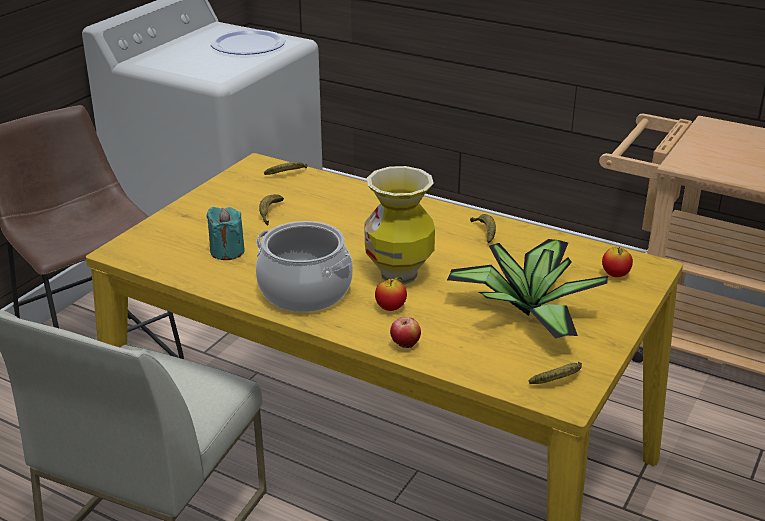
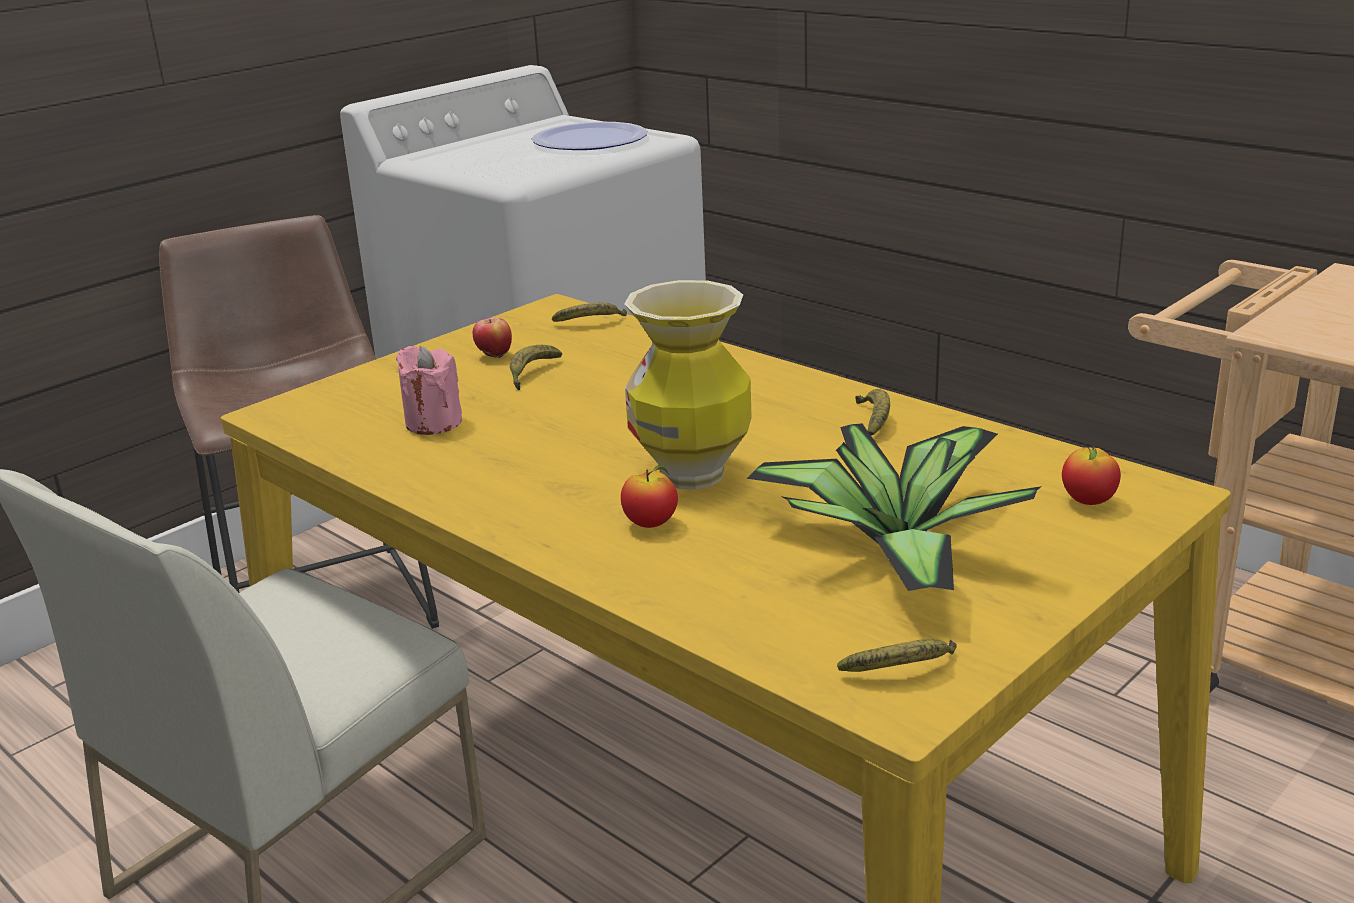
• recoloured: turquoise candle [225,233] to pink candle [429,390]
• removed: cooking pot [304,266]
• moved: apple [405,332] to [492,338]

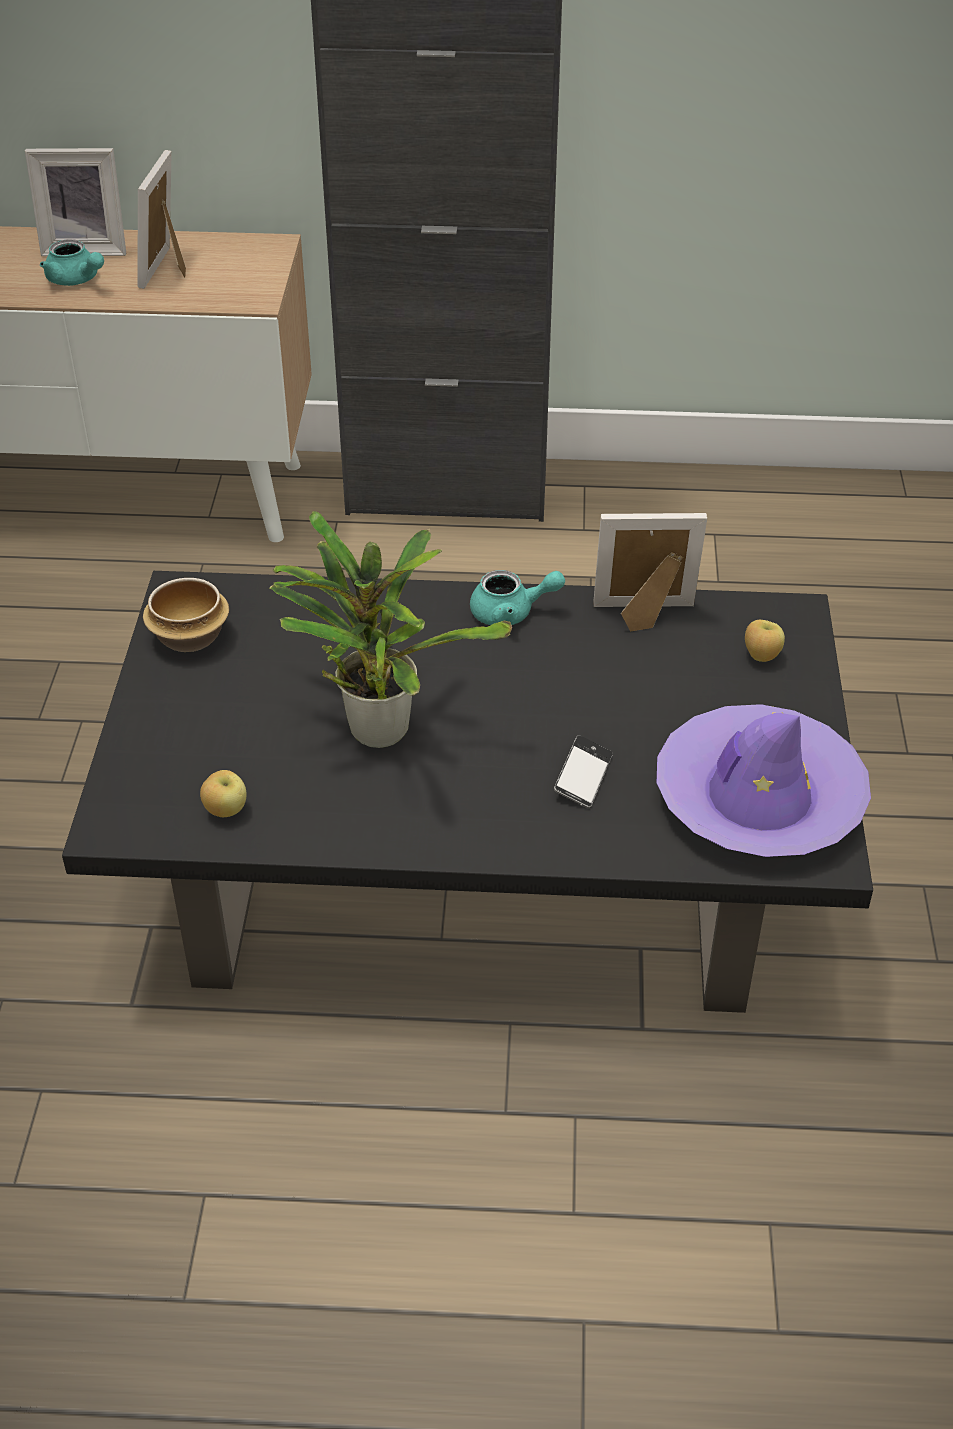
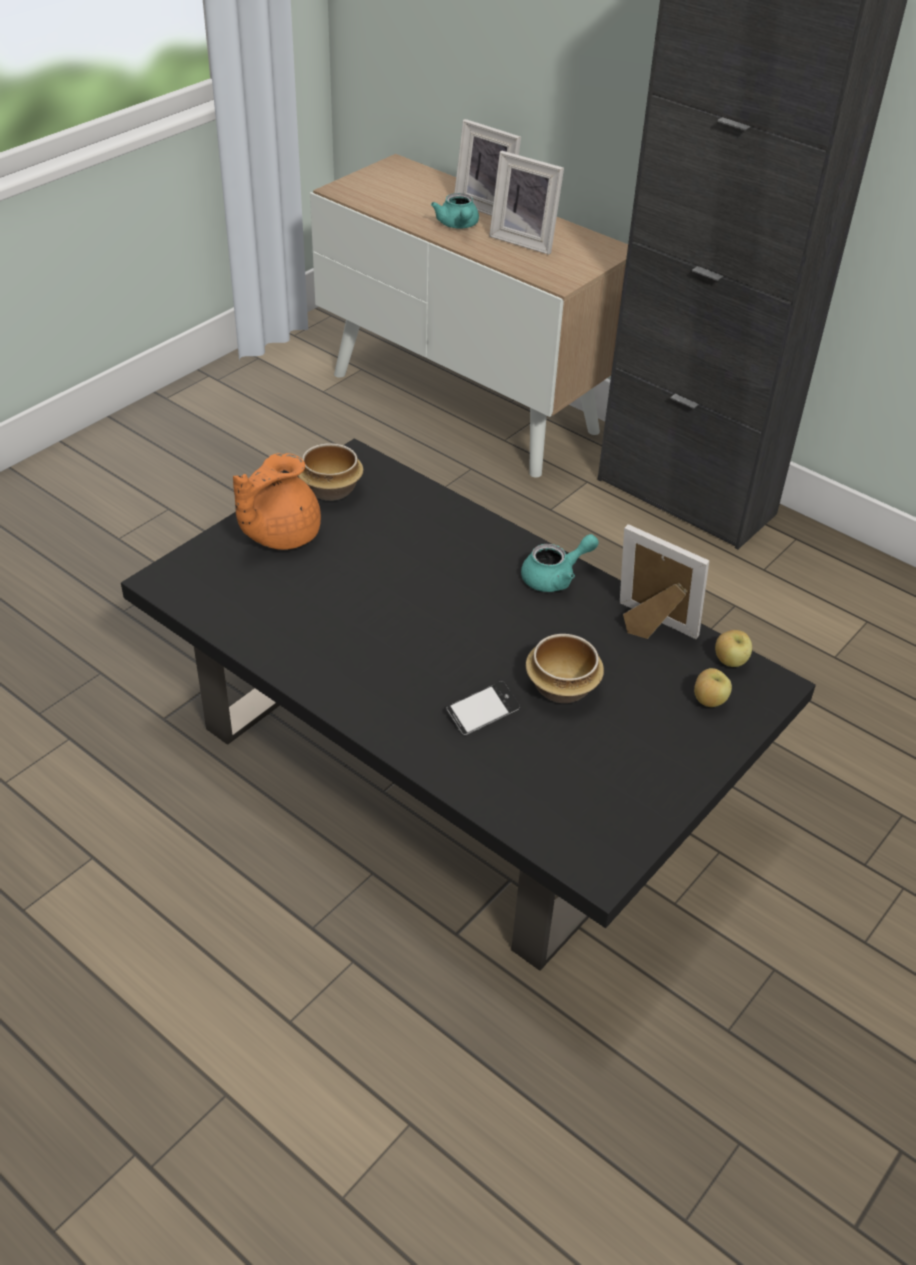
• turned: picture frame [161,219] = [526,203] 105 degrees counterclockwise
• removed: potted plant [390,629]
• turned: turquoise teapot [517,597] = [560,563] 60 degrees counterclockwise
• removed: purple hat [764,780]
• moved: apple [223,793] to [733,648]
• added: orange teapot [277,501]
• added: bowl [565,668]

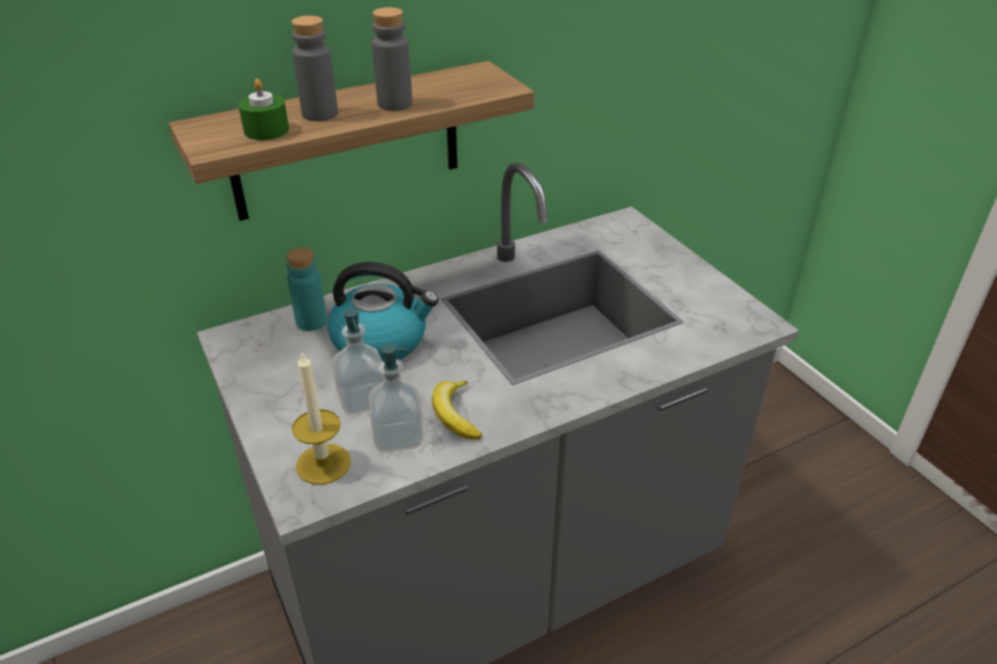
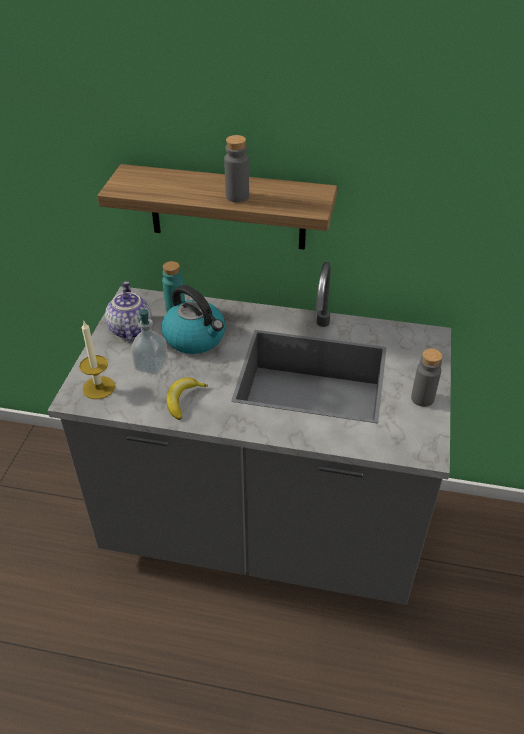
• moved: grey bottle [314,68] to [426,378]
• removed: green candle [263,109]
• removed: soap dispenser [396,397]
• added: teapot [128,311]

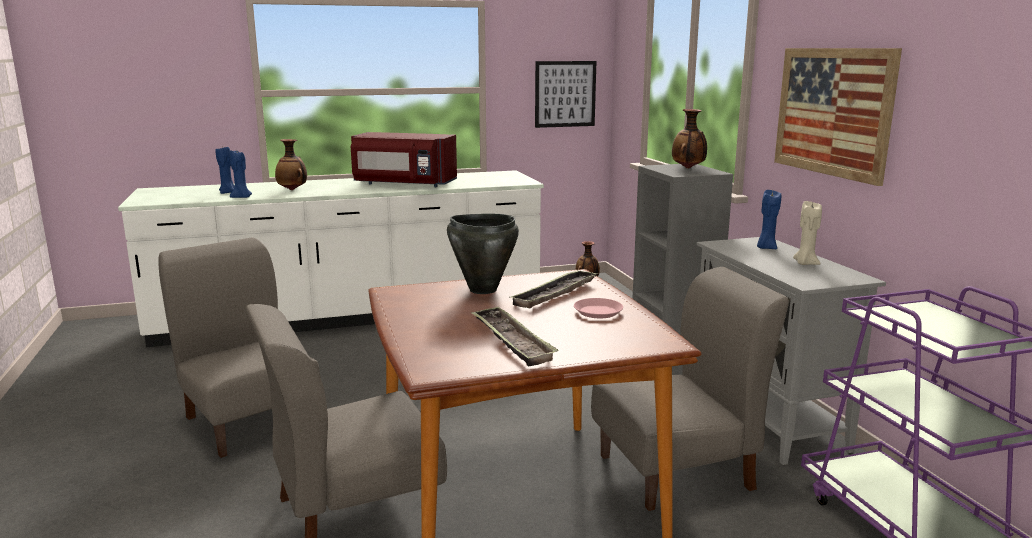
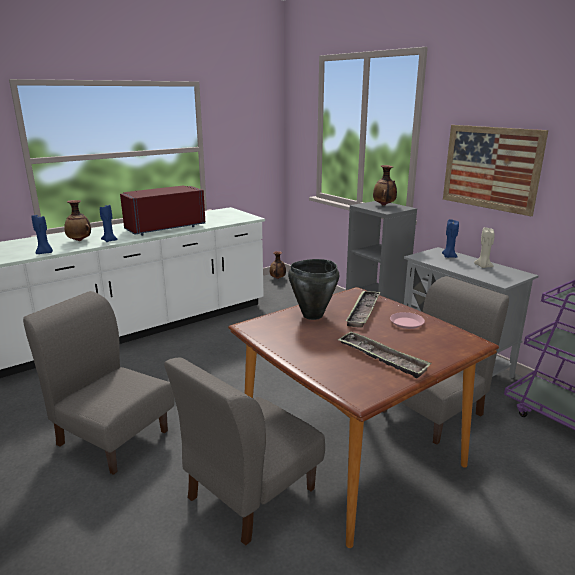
• removed: picture [566,94]
• turned: red microwave [404,159] = [162,210] 150 degrees clockwise
• moved: blue candle [224,170] to [109,223]

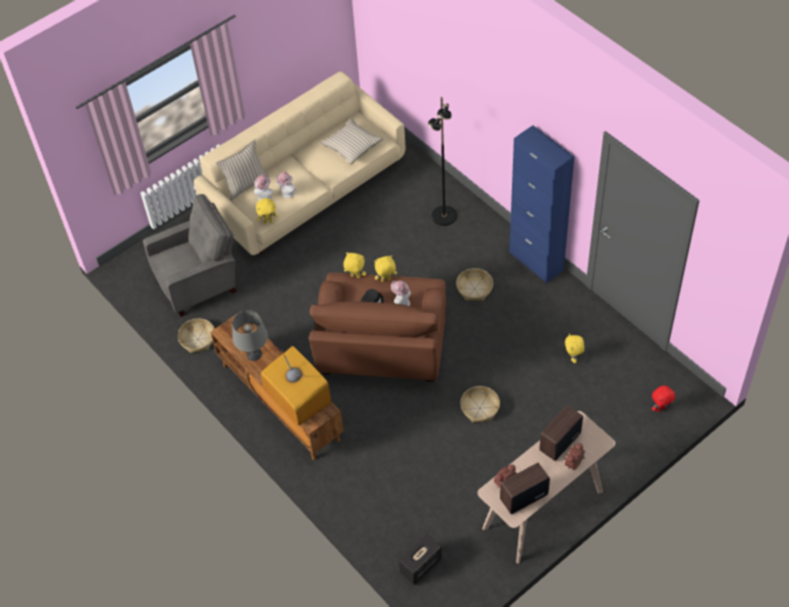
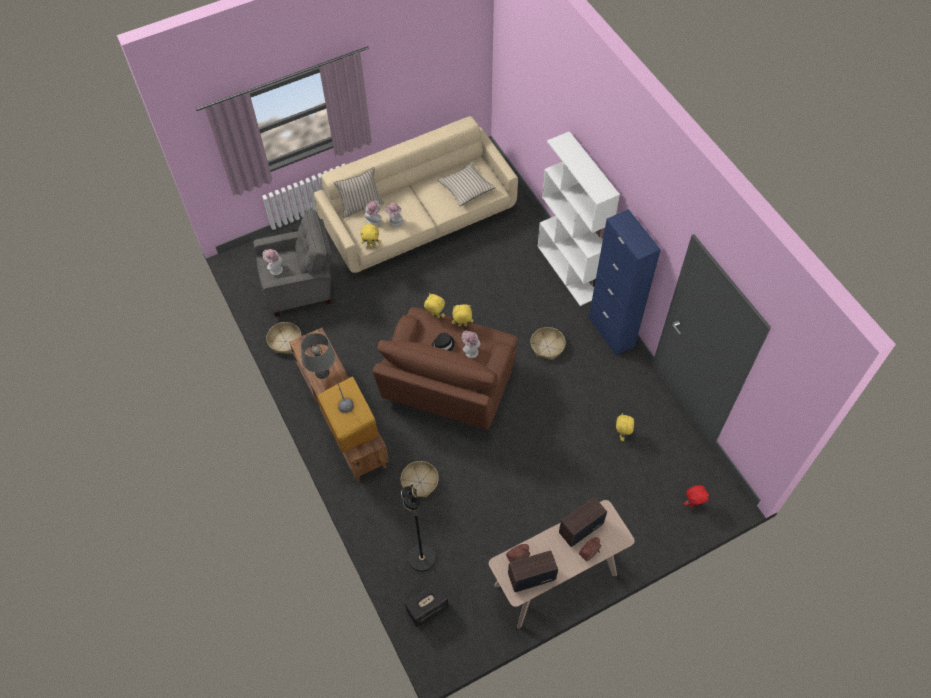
• moved: black floor lamp [442,161] to [418,527]
• moved: basket [480,404] to [420,479]
• added: white bookcase [579,218]
• added: hat [273,262]

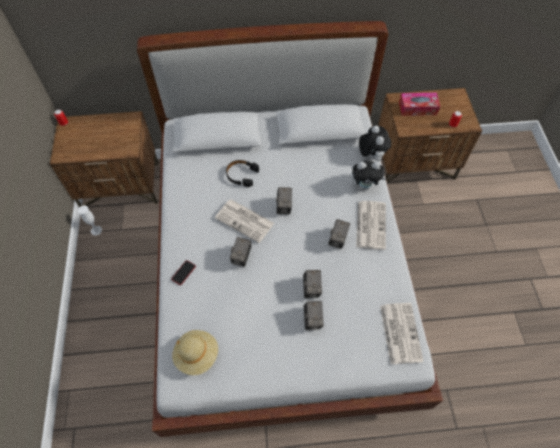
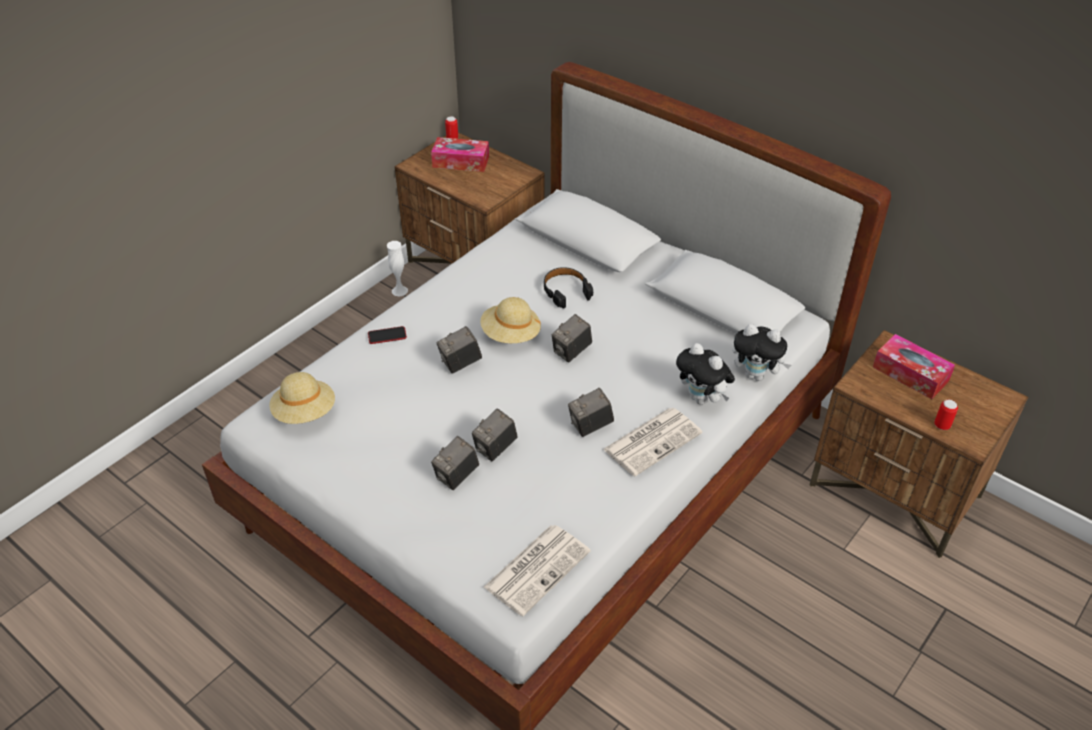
• turned: plush toy [375,143] = [761,352] 75 degrees clockwise
• replaced: newspaper [244,221] to beige hat [510,320]
• added: tissue box [460,154]

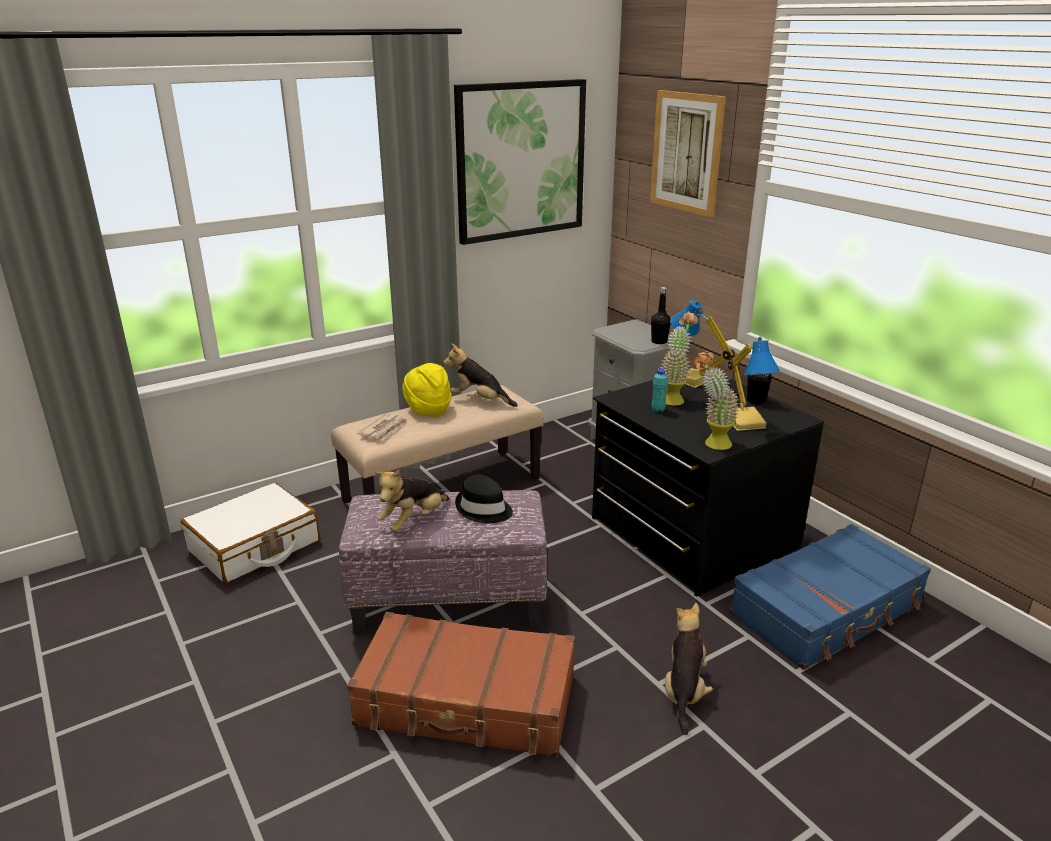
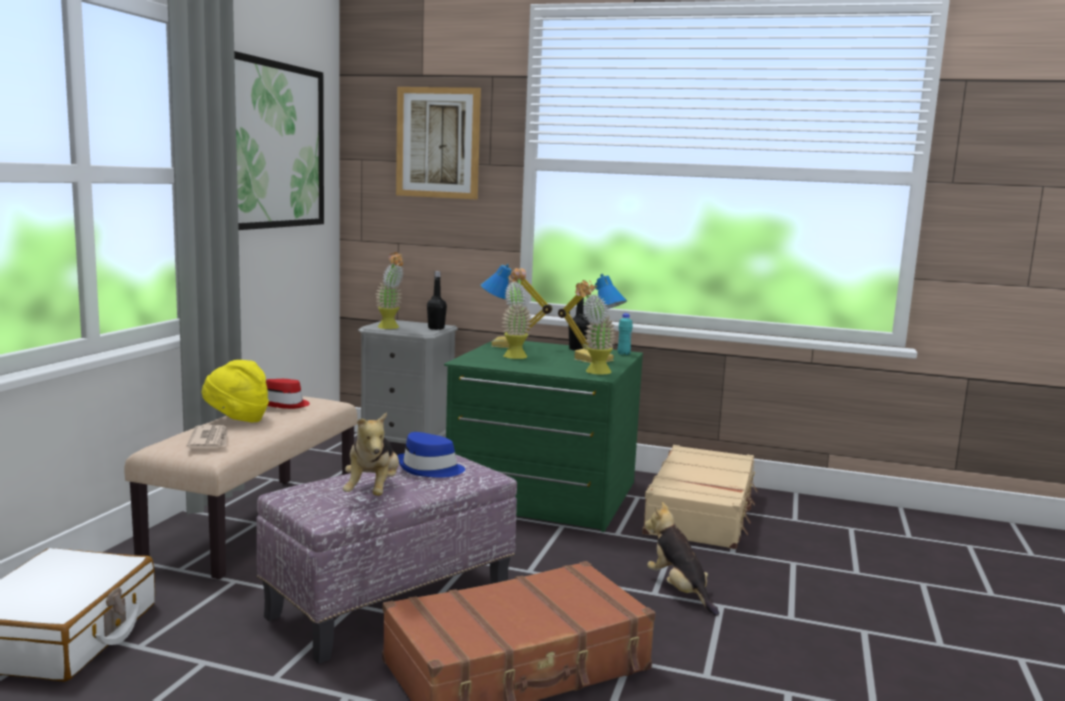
• replaced: plush toy [480,375] to red hat [288,394]
• recoloured: black dresser [708,482] to green dresser [543,436]
• moved: turquoise bottle [660,390] to [625,334]
• recoloured: black hat [484,498] to blue hat [431,455]
• recoloured: blue suitcase [830,597] to beige suitcase [700,497]
• added: potted plant [389,290]

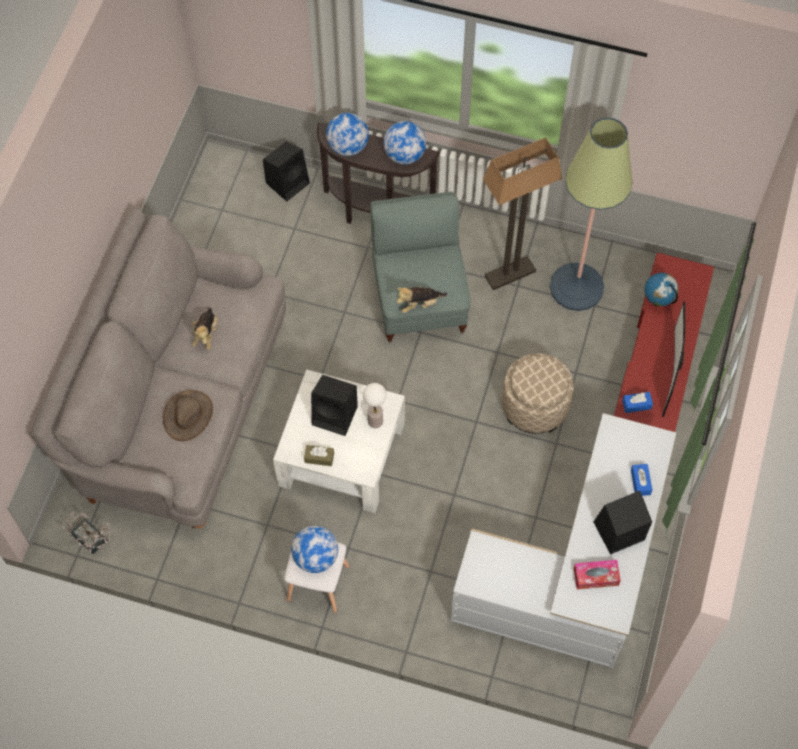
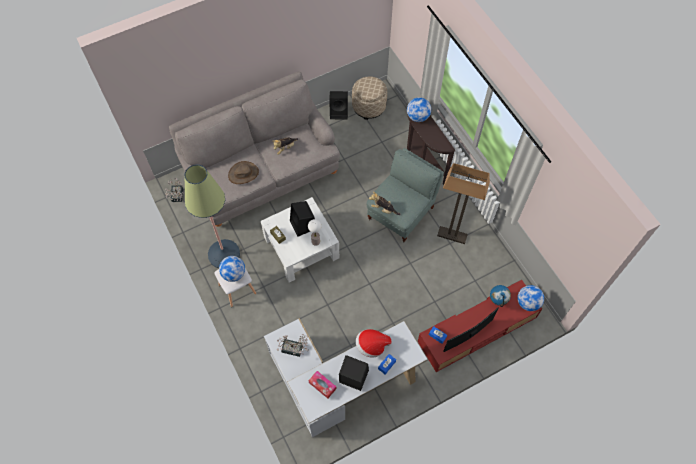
• moved: floor lamp [591,214] to [212,216]
• moved: globe [405,142] to [530,298]
• moved: black speaker [286,171] to [338,105]
• moved: beige ottoman [538,394] to [369,98]
• added: hat [374,343]
• added: potted plant [293,345]

